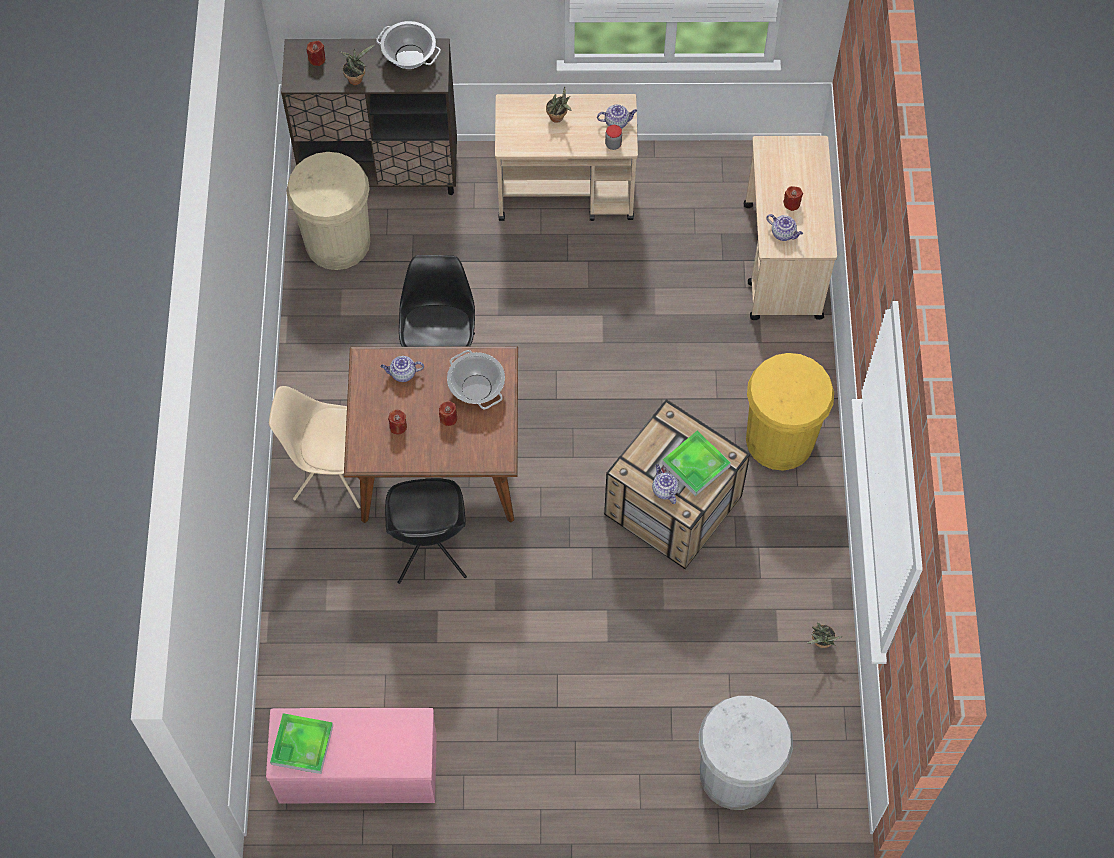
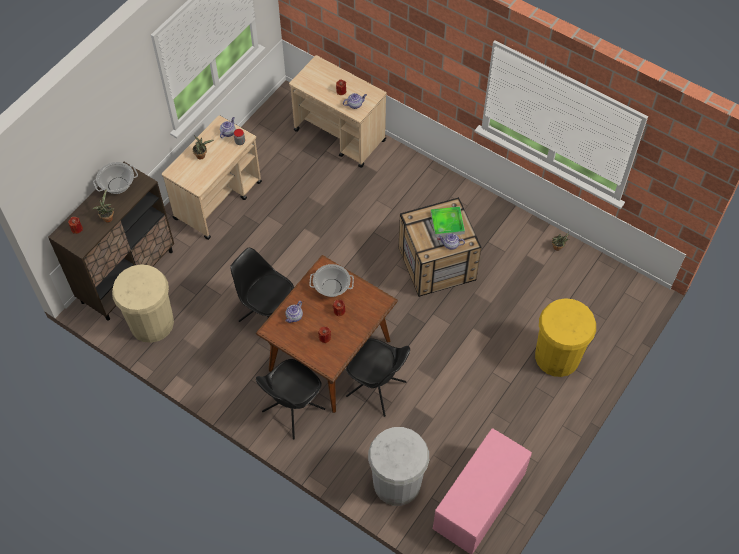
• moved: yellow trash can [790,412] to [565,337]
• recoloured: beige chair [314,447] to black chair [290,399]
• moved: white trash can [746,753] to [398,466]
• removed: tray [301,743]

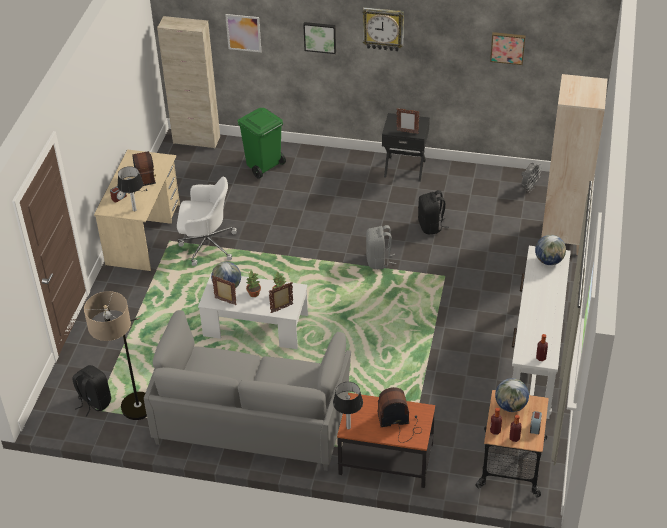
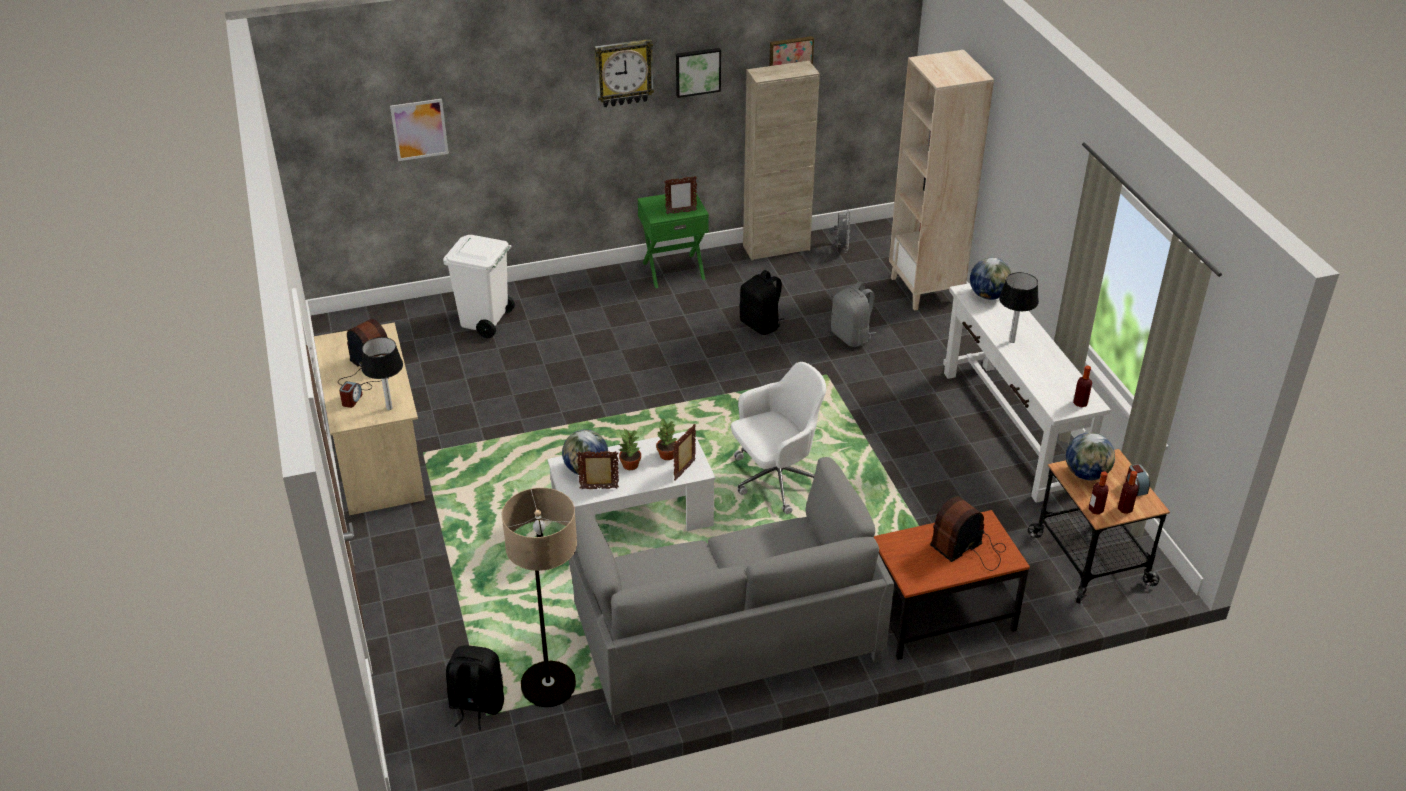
• moved: beige cabinet [188,82] to [781,160]
• moved: picture [319,38] to [698,73]
• recoloured: green trash can [262,143] to white trash can [479,286]
• recoloured: black nightstand [406,147] to green nightstand [673,240]
• moved: white office chair [207,221] to [778,438]
• moved: grey backpack [381,247] to [853,314]
• moved: table lamp [348,405] to [1019,307]

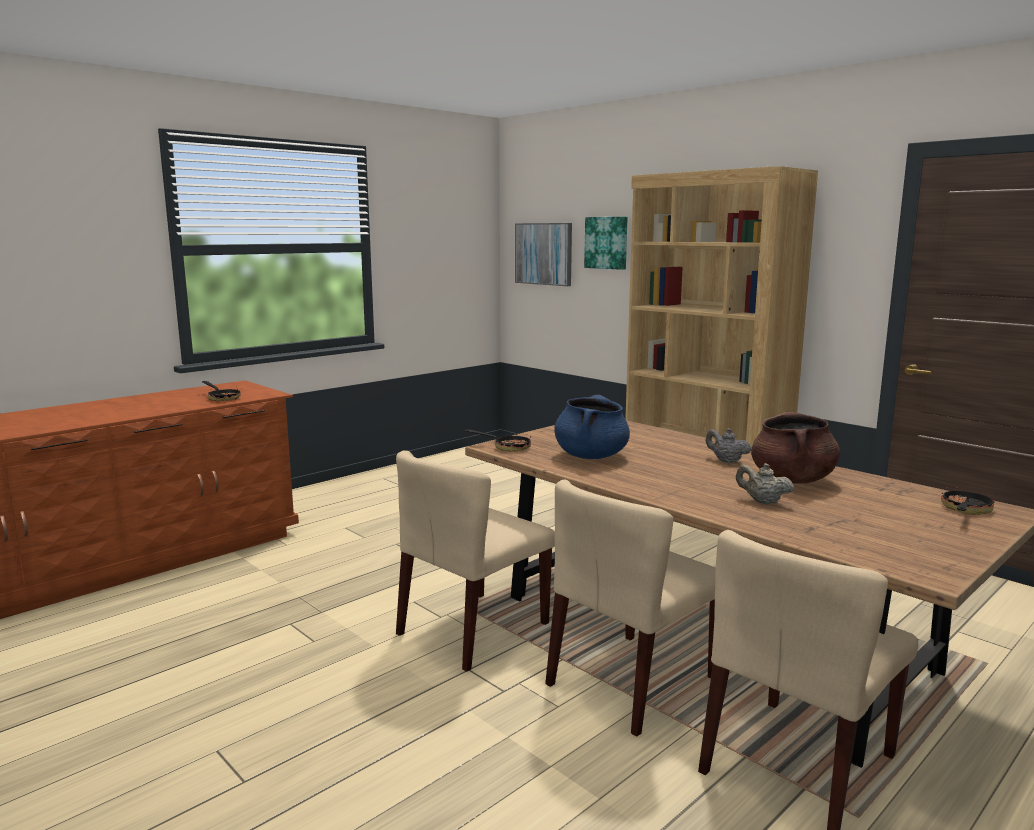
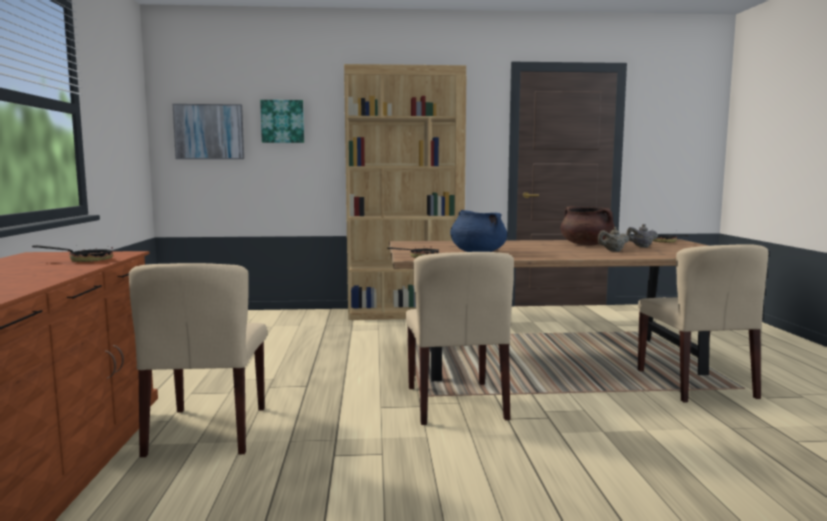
• moved: grey teapot [728,445] to [642,235]
• moved: beige chair [630,608] to [198,360]

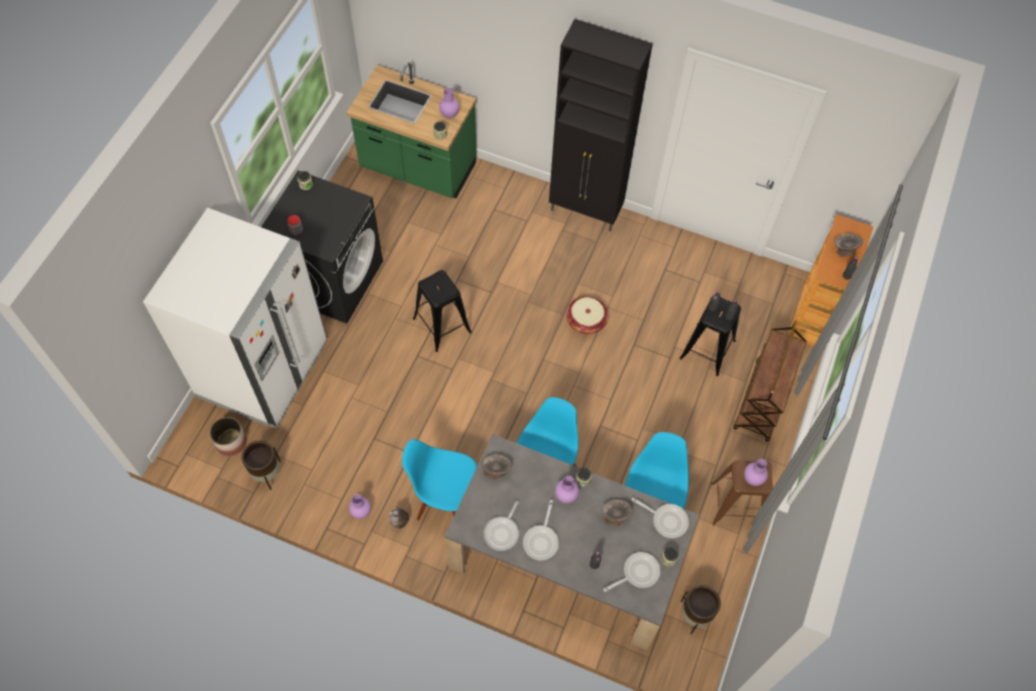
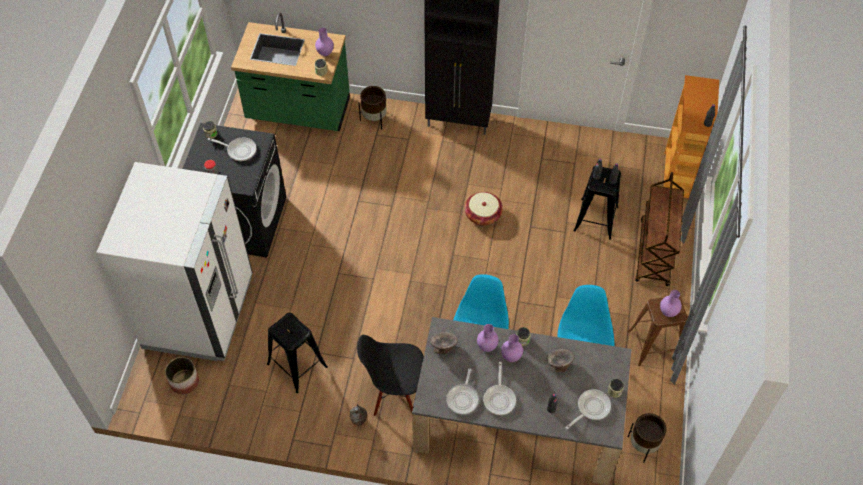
• removed: grey bowl [848,245]
• moved: black stool [442,311] to [297,353]
• recoloured: blue chair [439,480] to black chair [390,375]
• moved: brown planter [261,465] to [373,108]
• moved: purple vase [360,506] to [488,338]
• moved: frying pan [660,518] to [232,149]

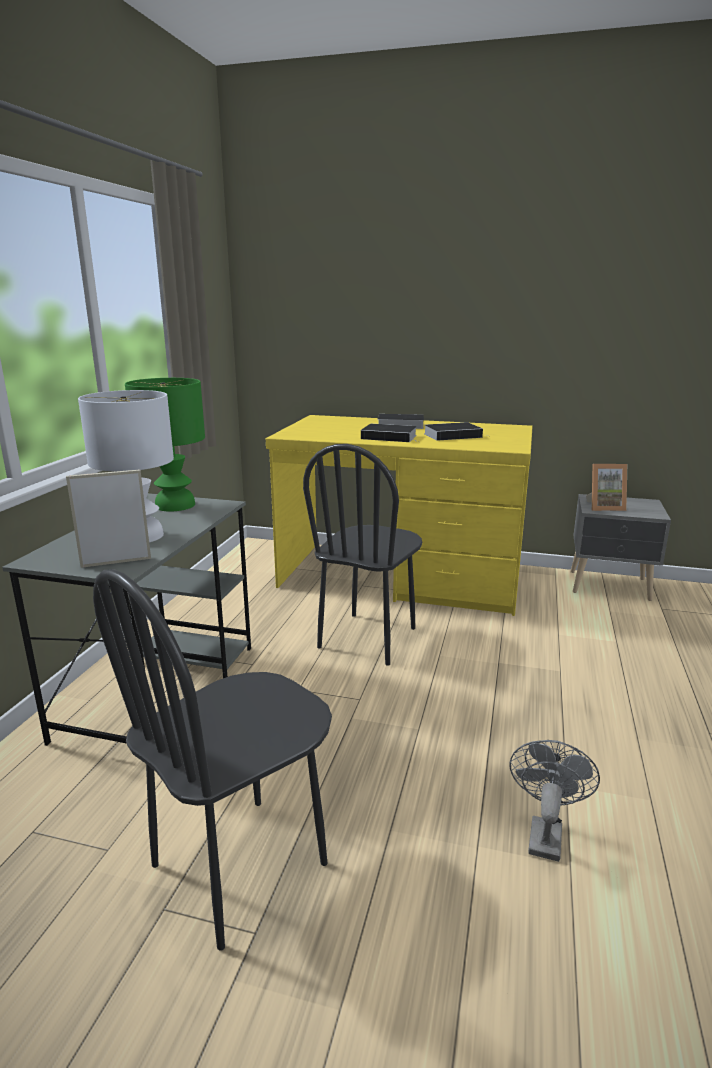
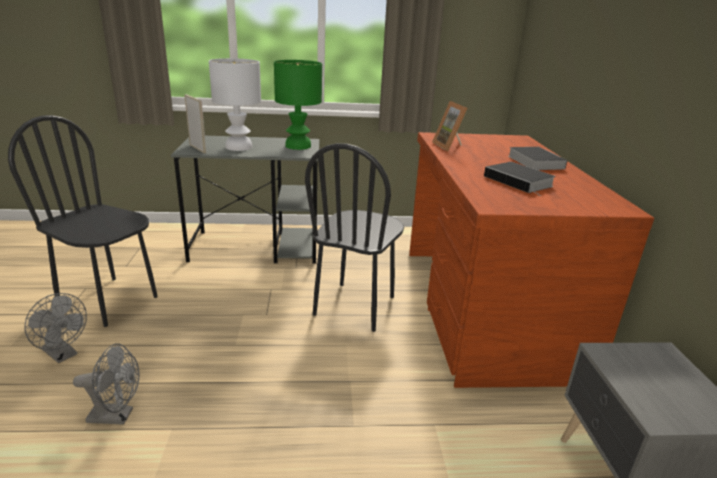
• recoloured: yellow desk [399,515] to brown desk [531,260]
• removed: book [389,433]
• turned: black chair [362,555] = [354,237] 75 degrees counterclockwise
• moved: picture frame [606,487] to [449,126]
• added: grey fan [55,328]

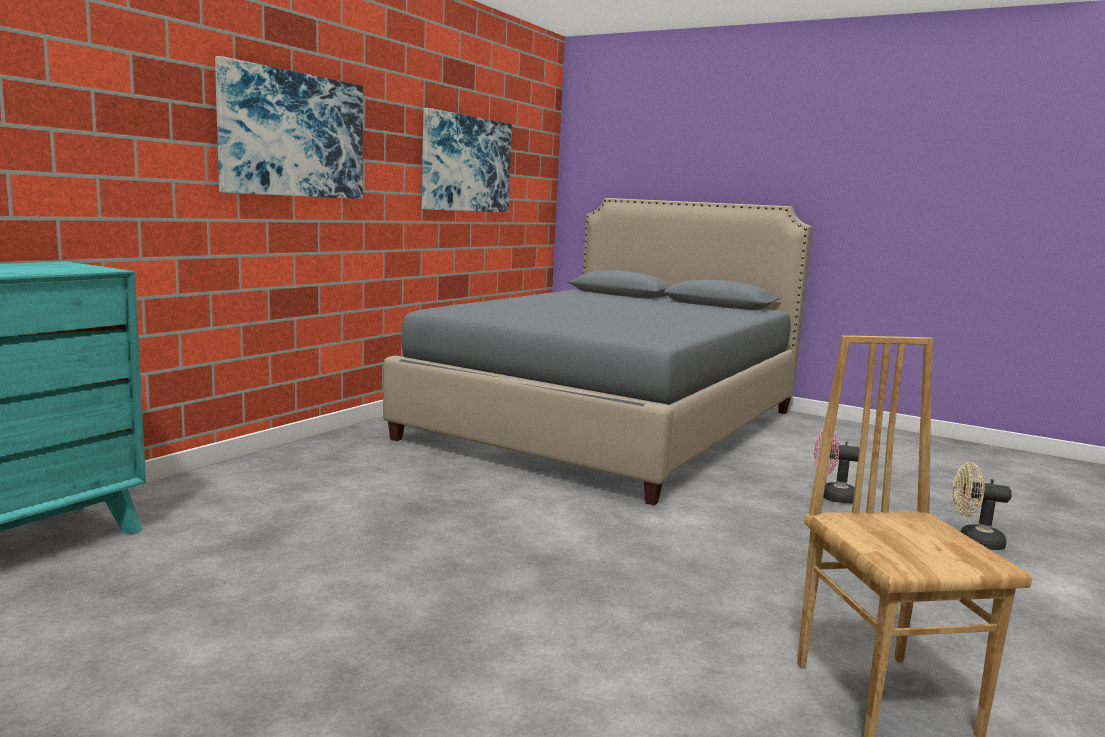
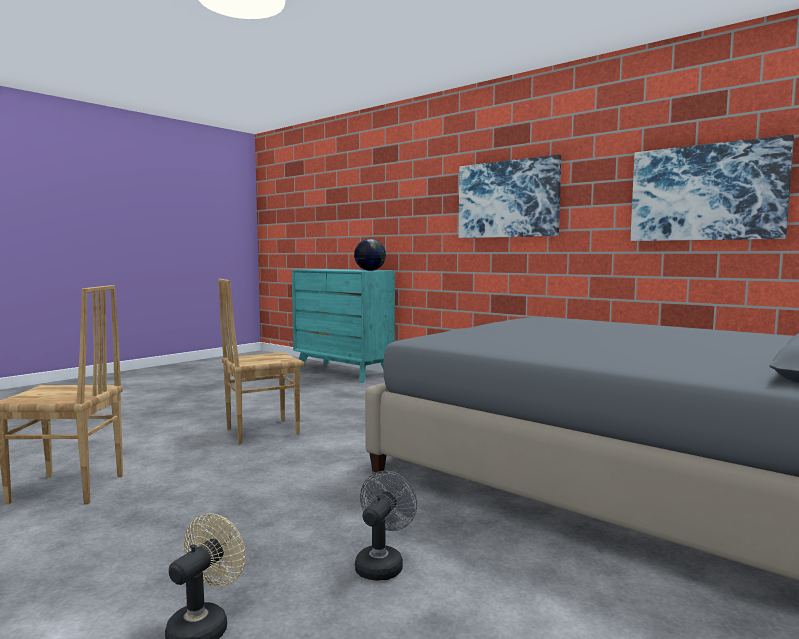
• recoloured: pink fan [837,466] to grey fan [386,526]
• added: globe [370,255]
• added: brown chair [261,361]

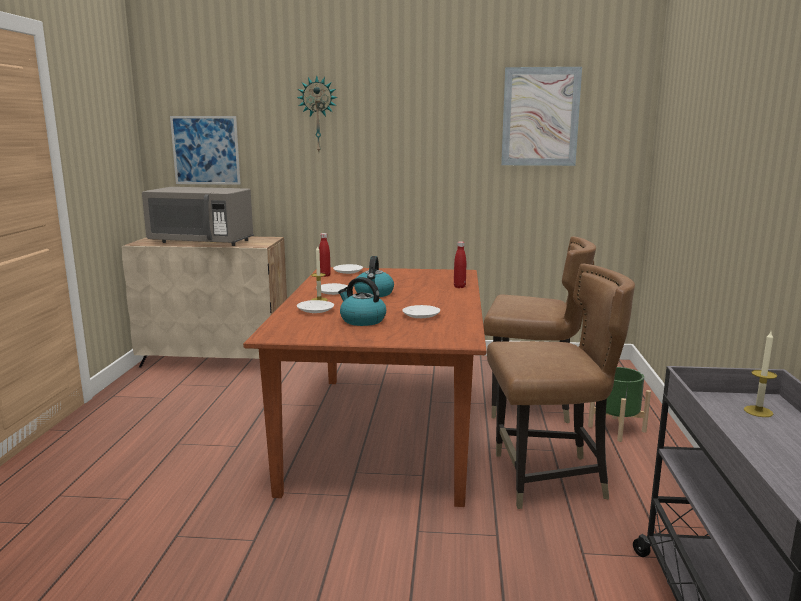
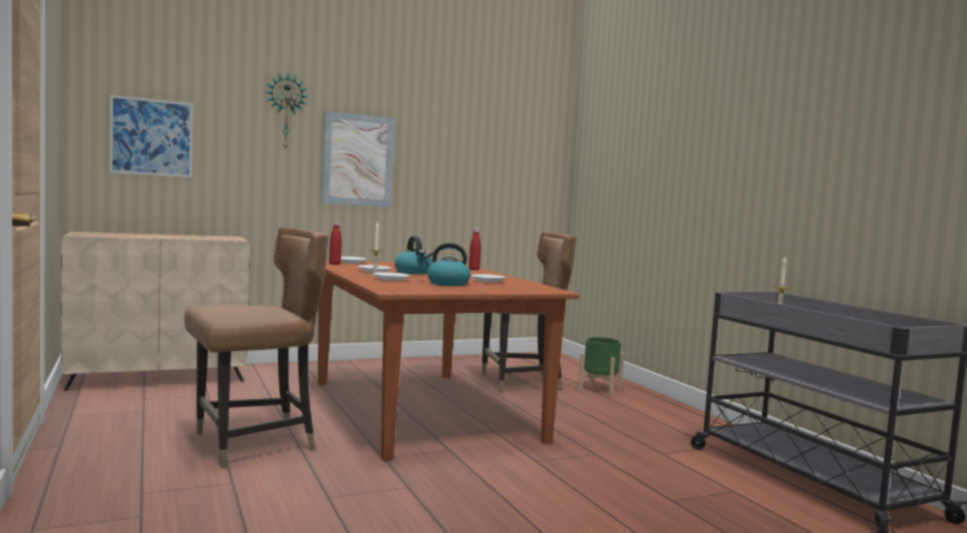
• moved: picture [541,116] to [358,159]
• removed: grey microwave [198,216]
• moved: brown chair [561,386] to [256,347]

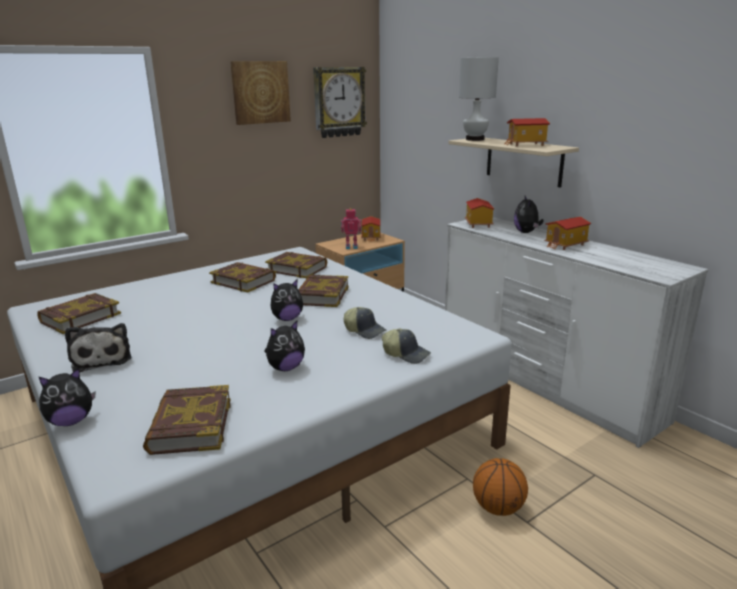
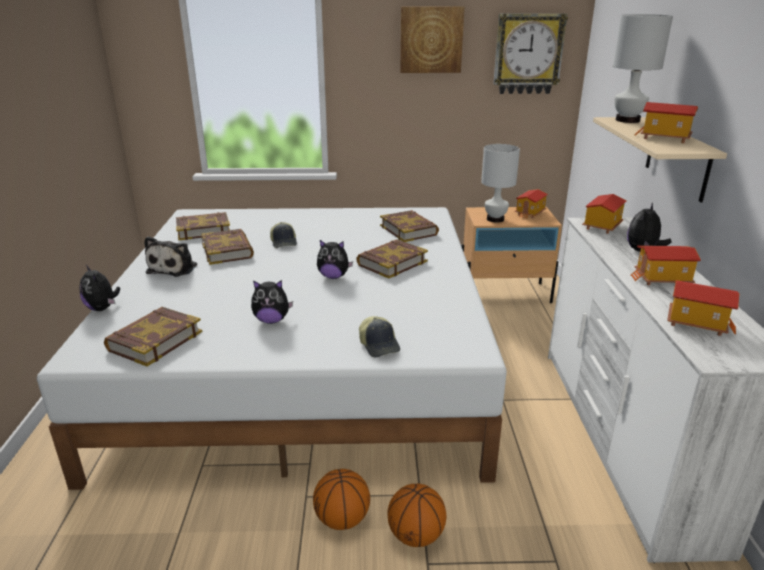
• replaced: toy robot [351,228] to white table lamp [500,183]
• moved: book [242,277] to [227,247]
• moved: cap [365,323] to [283,235]
• turned: plush toy [67,397] = [99,288] 45 degrees clockwise
• added: toy house [703,308]
• added: basketball [341,499]

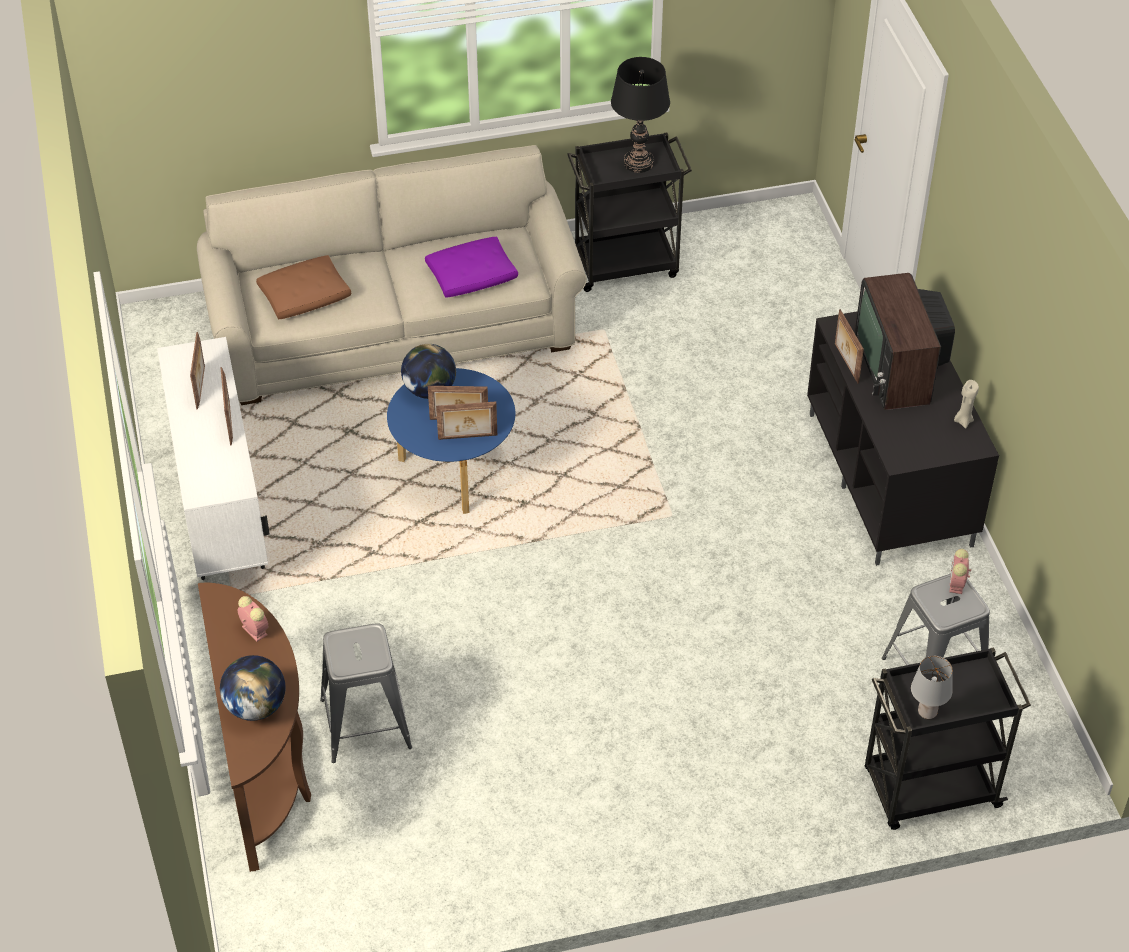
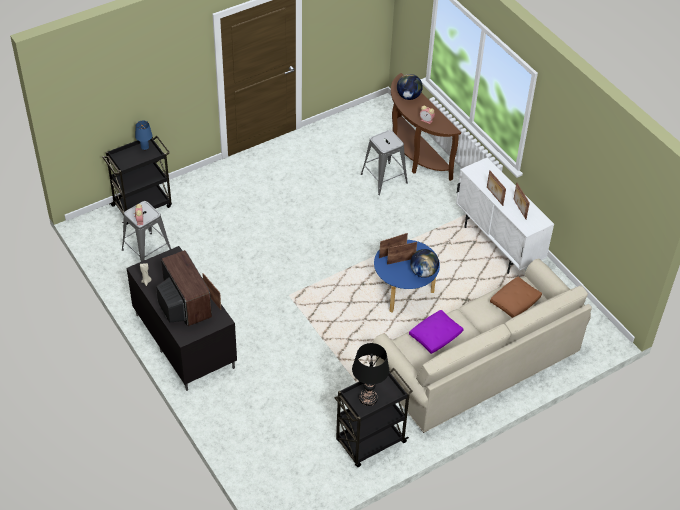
• recoloured: grey table lamp [932,687] to blue table lamp [143,135]

